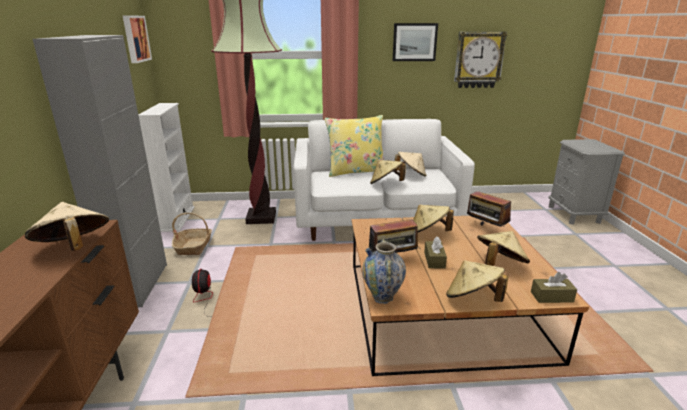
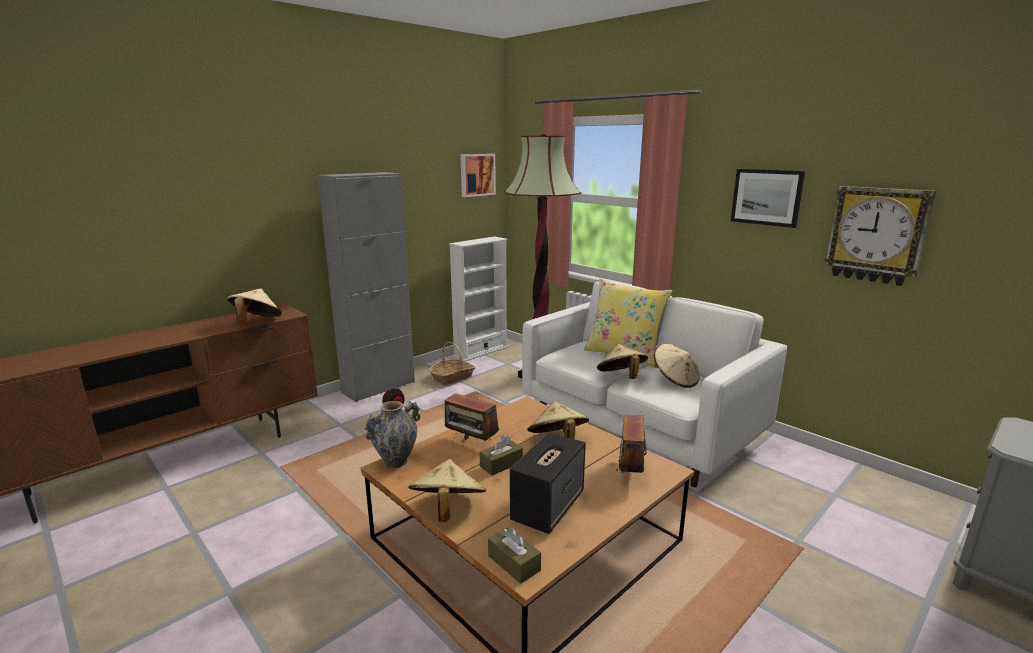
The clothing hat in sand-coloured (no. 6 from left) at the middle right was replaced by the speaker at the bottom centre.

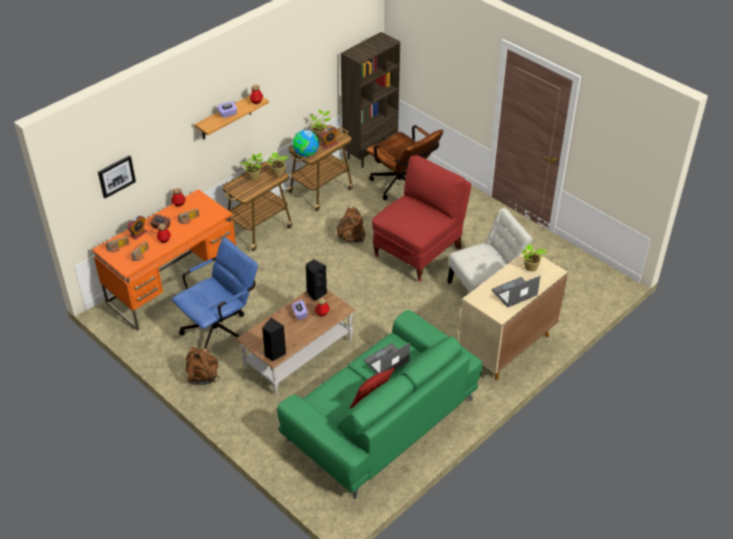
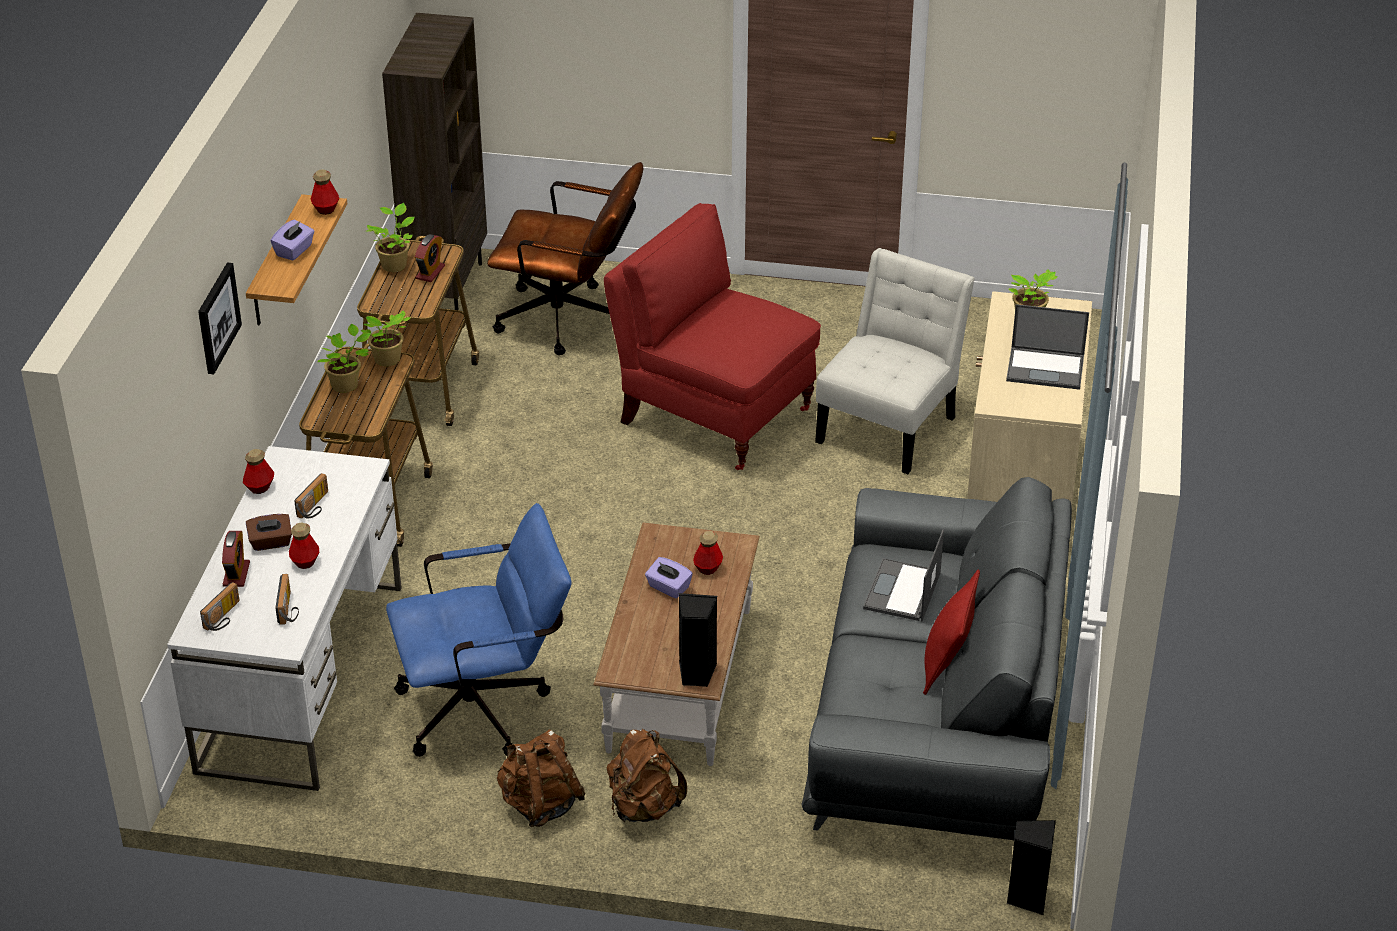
The globe at the top centre disappeared. The picture moved from the top left to the middle left. The speaker in black-coloured (no. 2 from left) moved from the centre to the bottom right. The backpack in brownish (no. 2 from left) moved from the centre to the bottom centre. The desk unit in orangey at the middle left became the desk unit in whitish at the middle left. The couch in green at the bottom centre became the couch in greyish at the bottom right. The office chair in blue-coloured at the middle left turned 60 degrees clockwise. The chair in reddish at the centre turned 60 degrees counterclockwise. The portable computer (no. 2 from left) at the middle right turned 105 degrees counterclockwise.

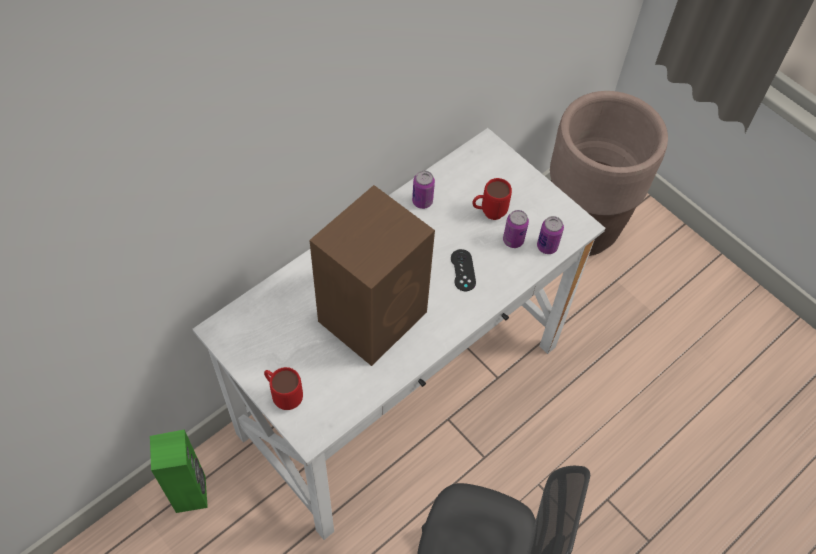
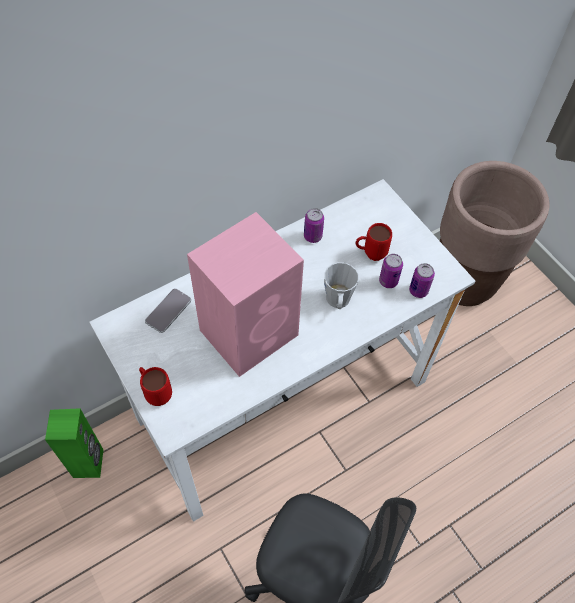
The handset at the middle left appeared. The joypad in black-coloured at the centre was replaced by the coffee mug in greyish at the centre. The speaker in brownish at the centre became the speaker in pinkish at the centre.

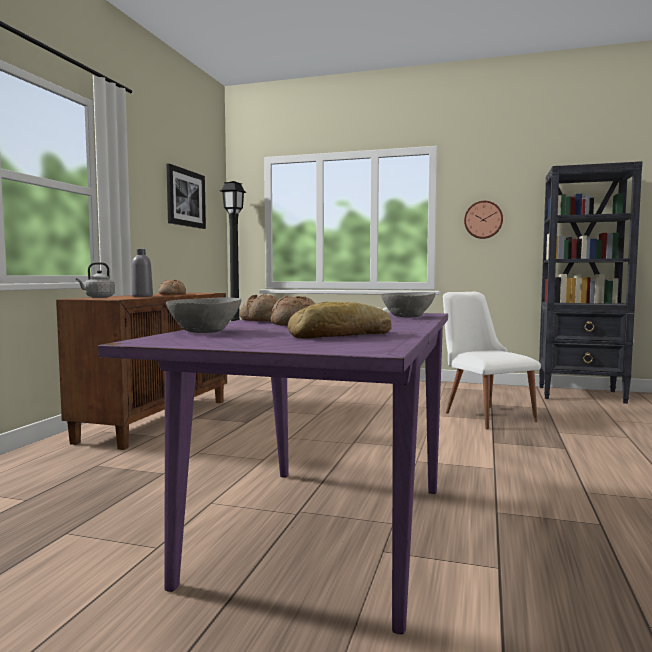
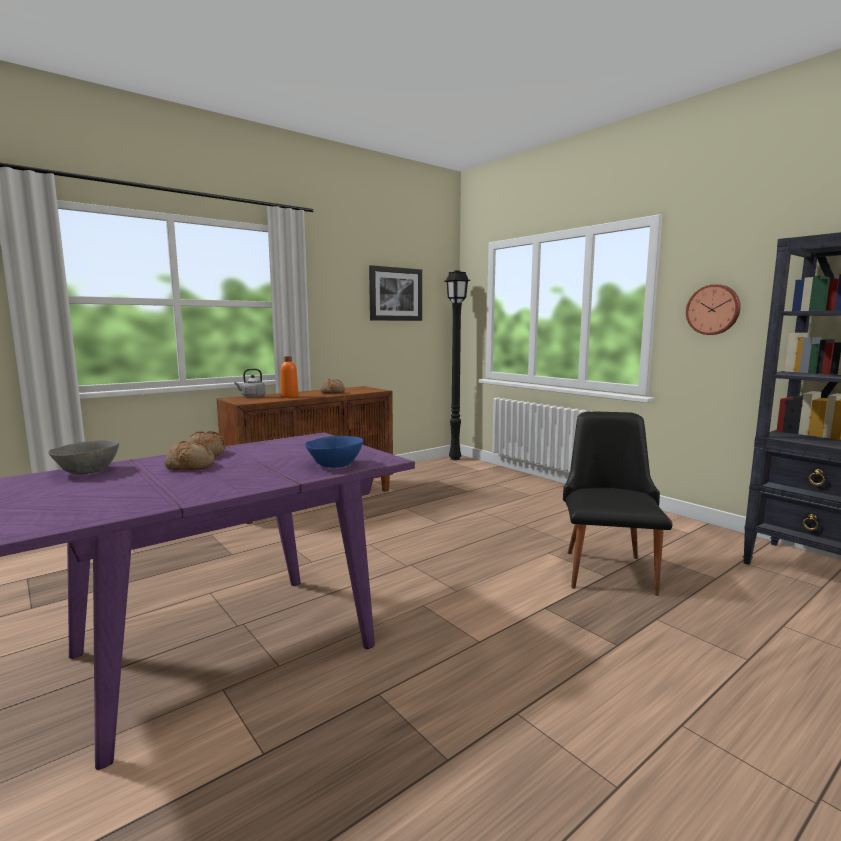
The bakery bread (no. 4 from left) at the centre disappeared. The drink bottle in greyish at the middle left became the drink bottle in orangey at the centre. The bowl in greyish (no. 2 from left) at the centre became the bowl in blue-coloured at the centre. The chair in whitish at the middle right became the chair in black-coloured at the middle right.

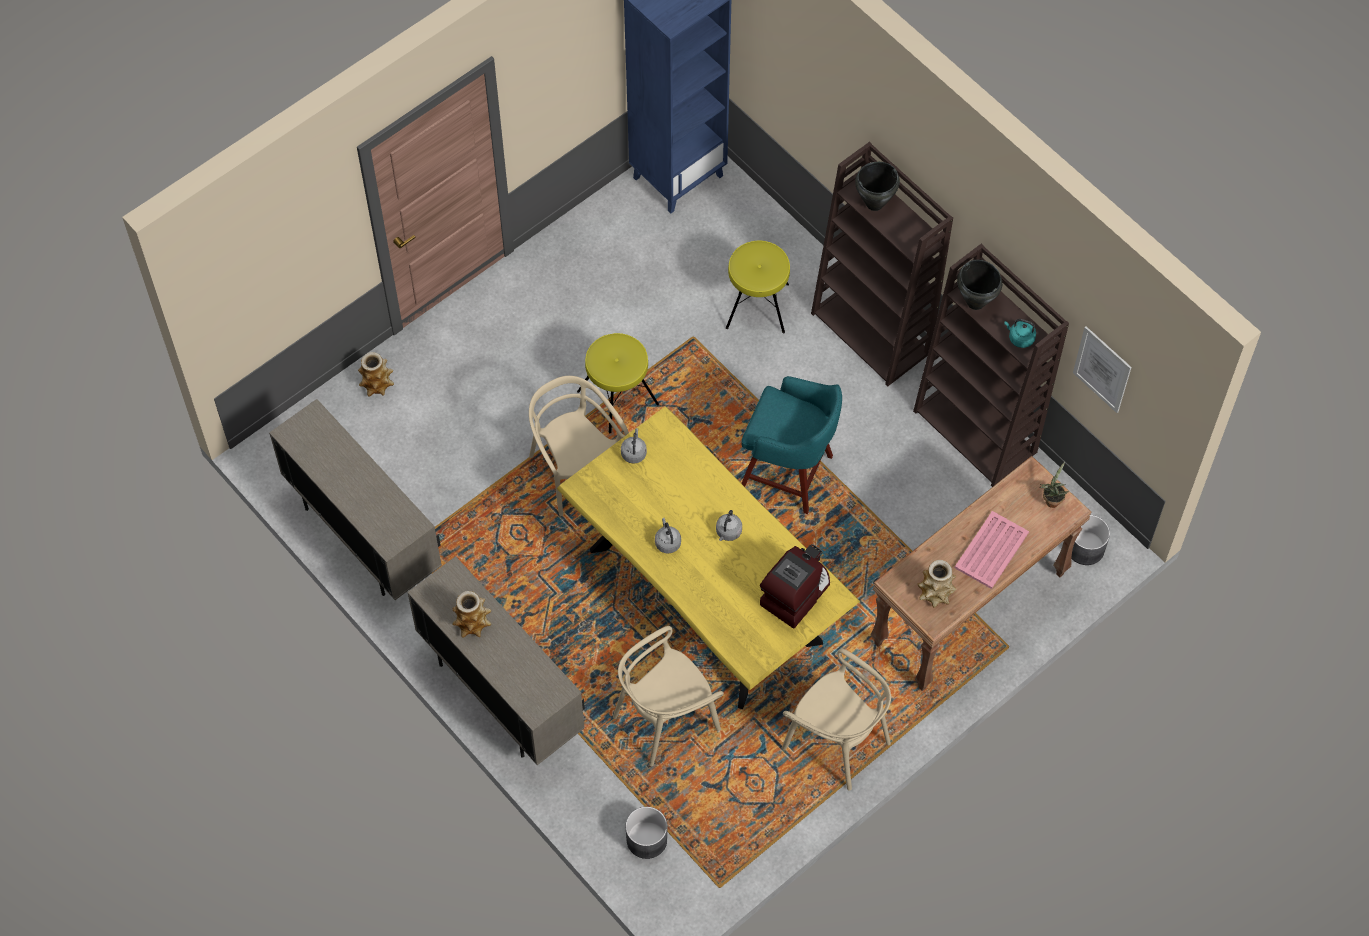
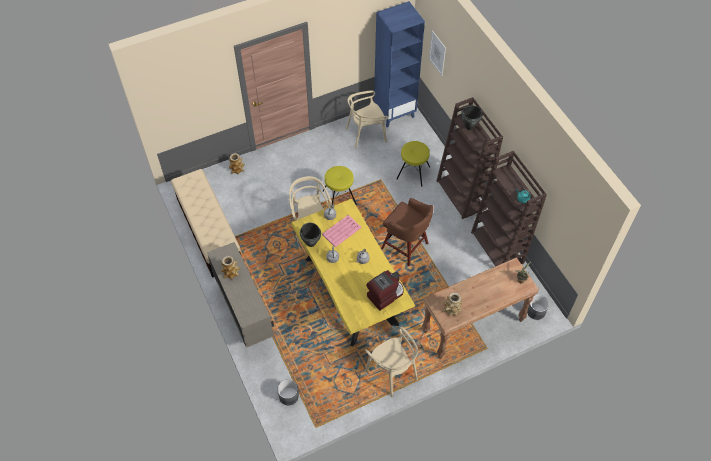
The chair in sand-coloured (no. 2 from left) moved from the bottom centre to the top centre. The carrying tray in pinkish moved from the middle right to the centre. The cooking pot in black-coloured (no. 2 from left in the first image) moved from the top right to the centre. The picture moved from the middle right to the top centre. The cupboard in sand-coloured (no. 1 from left) at the middle left was replaced by the bench in sand-coloured at the middle left. The stool in blue-green at the centre became the stool in brownish at the centre.

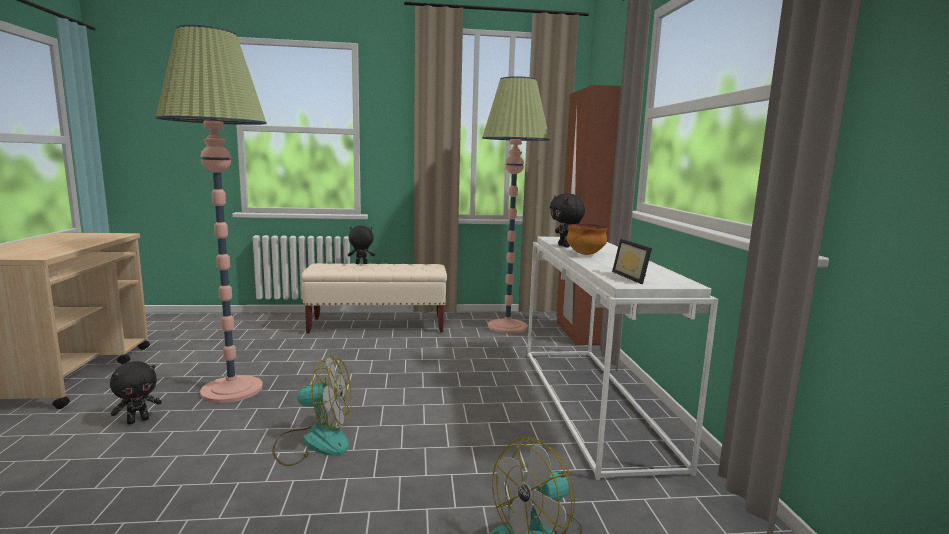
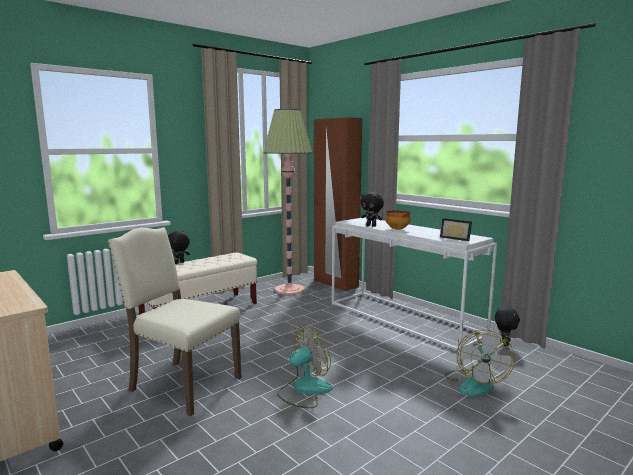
The soft toy in black-coloured (no. 1 from left in the first image) moved from the bottom left to the bottom right. The standing lamp (no. 1 from left) at the middle left was replaced by the chair in sand-coloured at the bottom left.

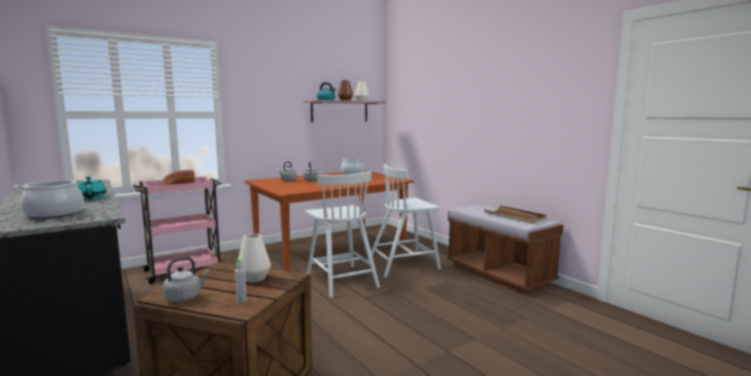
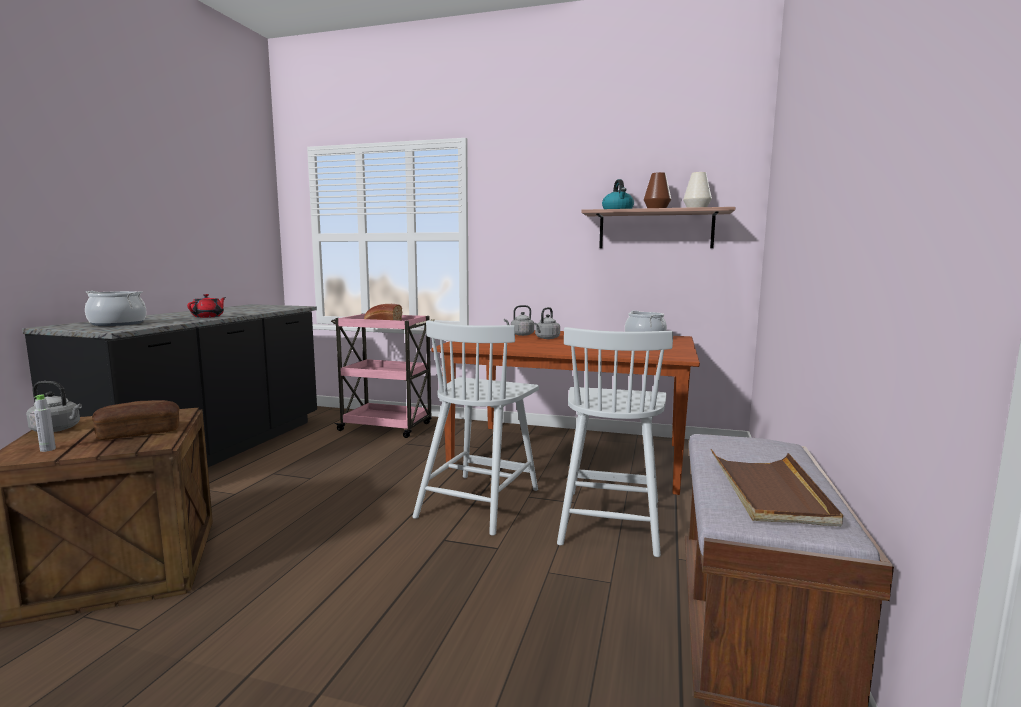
The flower vase in whitish (no. 1 from left) at the bottom centre was replaced by the bakery bread (no. 1 from left) at the middle left. The tea pot in blue-green at the middle left became the tea pot in reddish at the middle left. The chair in whitish (no. 2 from left) at the centre turned 105 degrees counterclockwise.

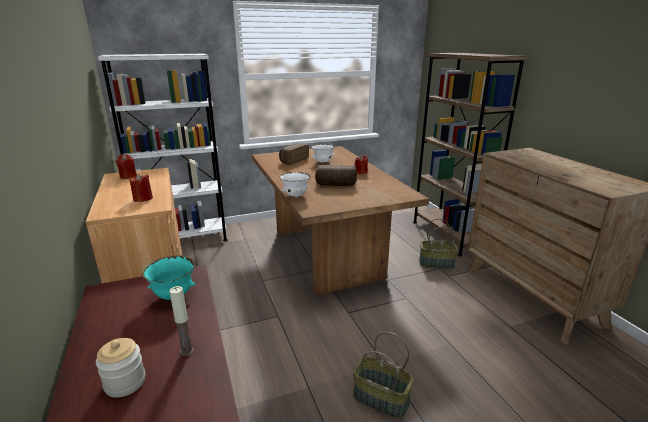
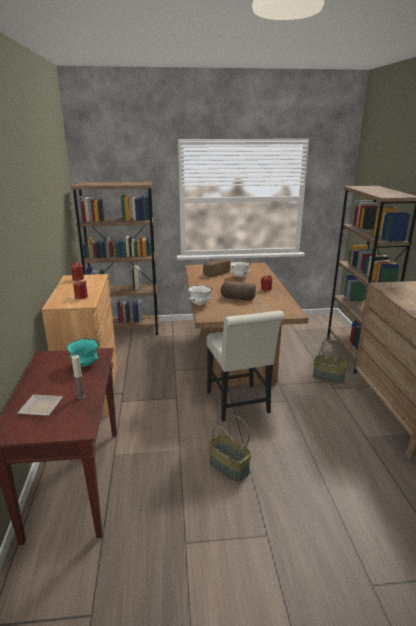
The chair in whitish at the centre appeared. The preserve jar at the bottom left was replaced by the plate at the middle left. The bookshelf in whitish at the middle left became the bookshelf in brownish (no. 1 from left) at the middle left.

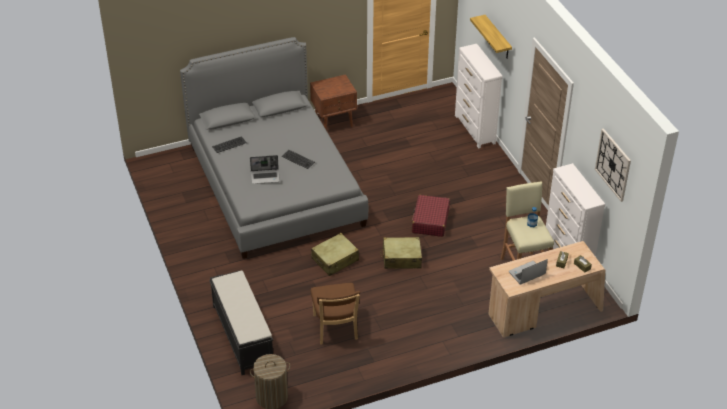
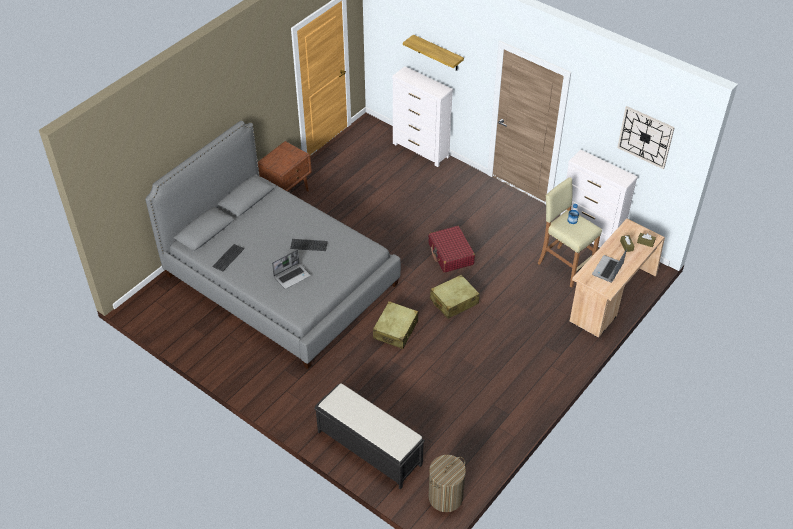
The chair in brownish at the bottom centre disappeared.

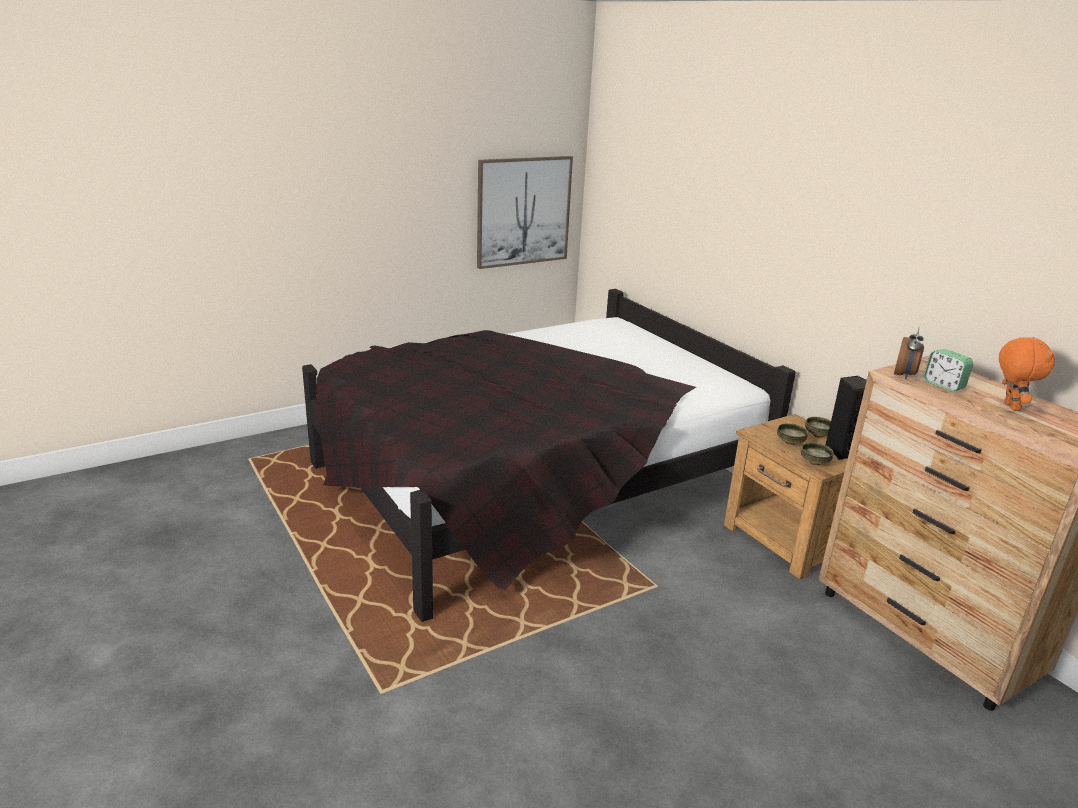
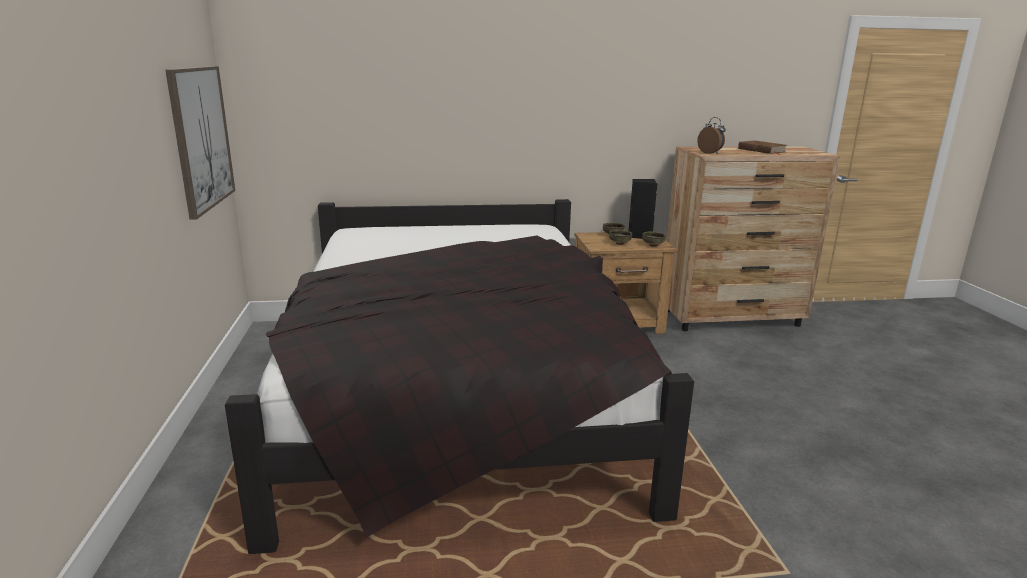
The alarm clock (no. 2 from left) at the middle right disappeared. The soft toy in orangey at the middle right was replaced by the bound book in brownish at the top right.

